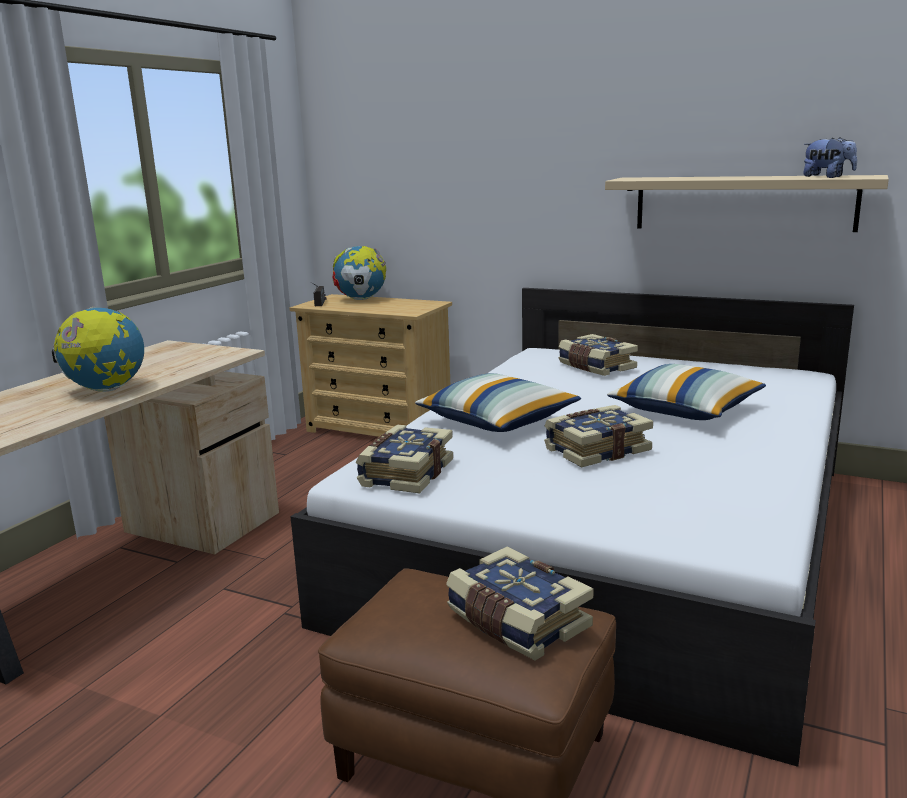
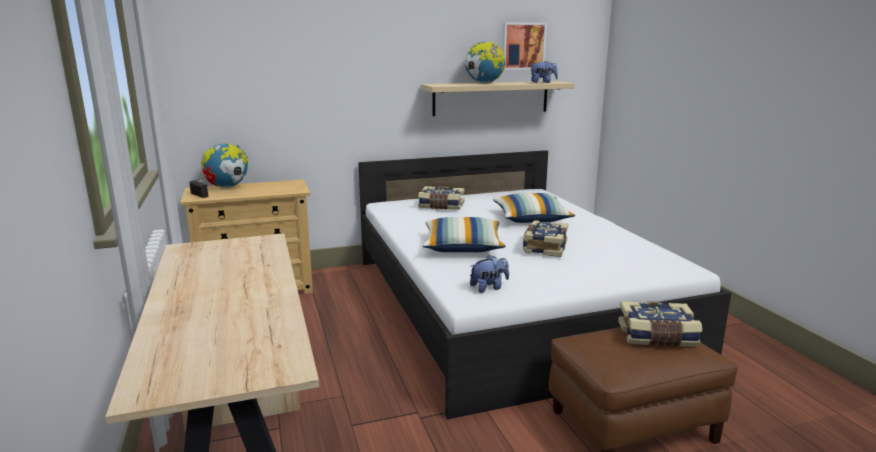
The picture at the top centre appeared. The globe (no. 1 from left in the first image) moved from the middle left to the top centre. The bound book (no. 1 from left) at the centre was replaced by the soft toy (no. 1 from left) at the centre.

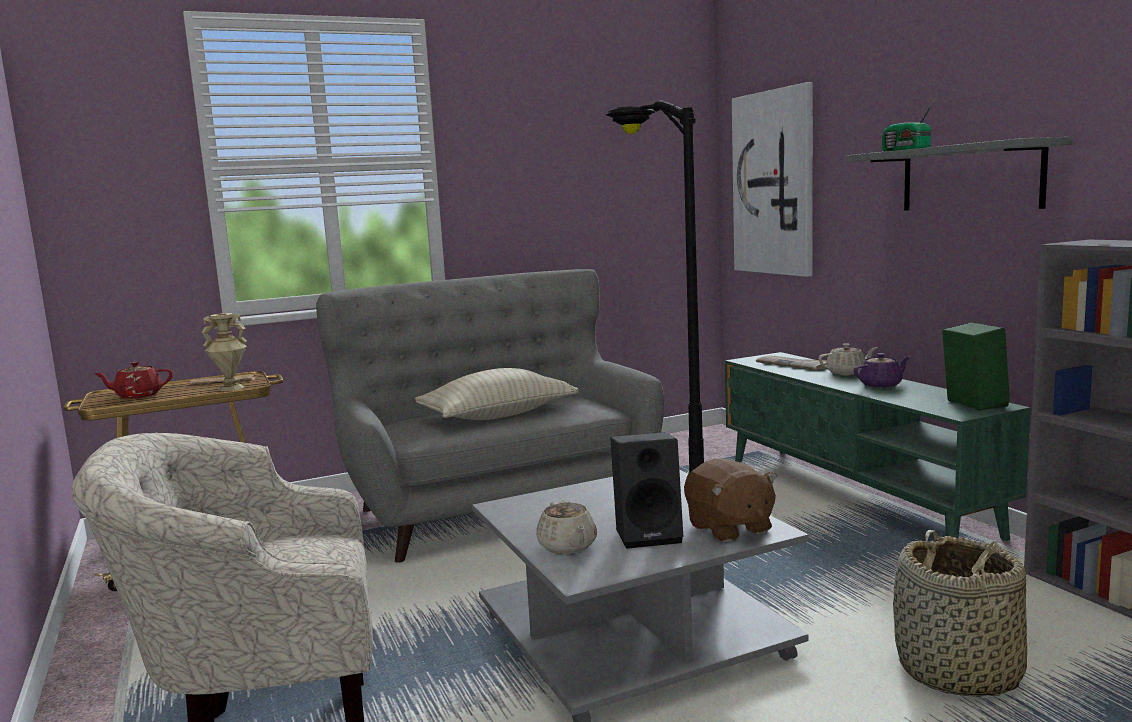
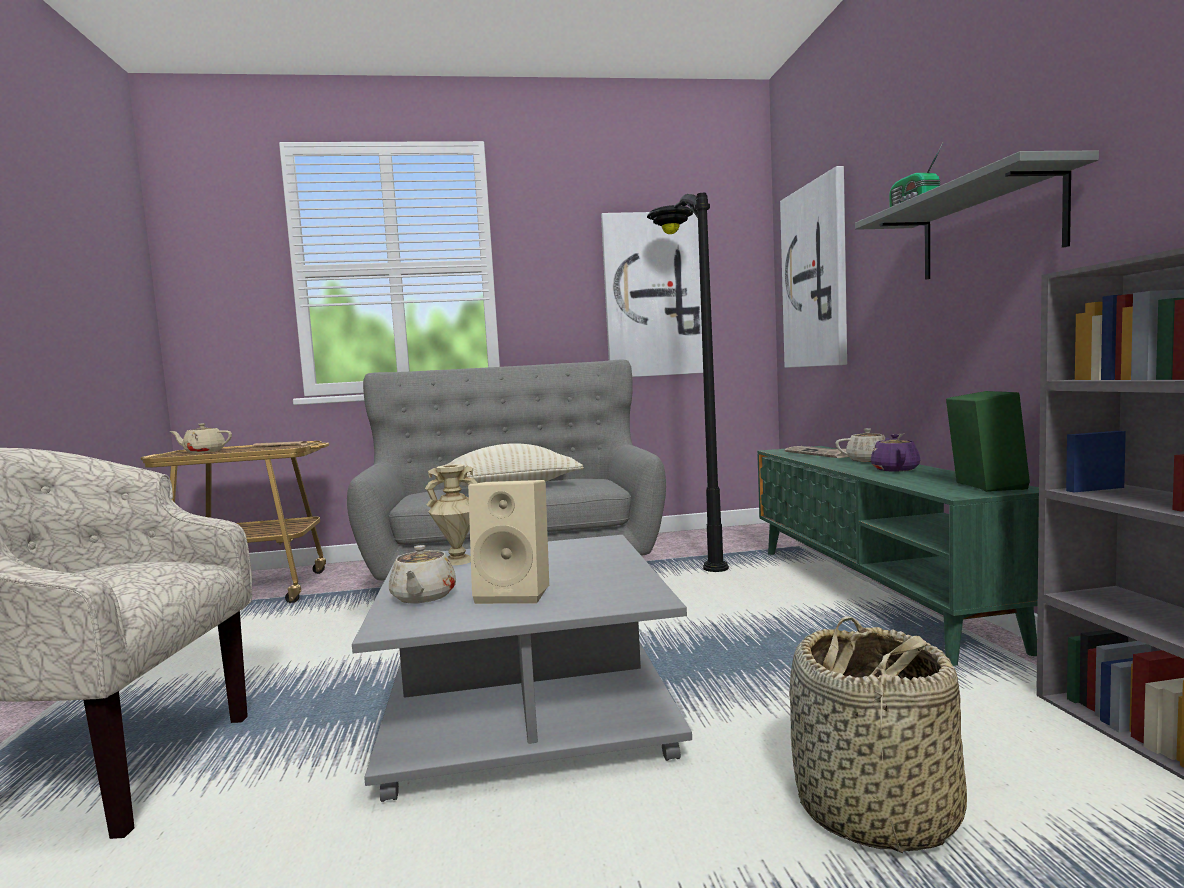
The soft toy in brownish at the bottom centre disappeared. The picture (no. 1 from left) at the top centre appeared. The flower vase in sand-coloured moved from the middle left to the centre. The tea pot in reddish at the middle left became the tea pot in sand-coloured (no. 1 from left) at the middle left. The speaker in black-coloured at the bottom centre became the speaker in sand-coloured at the centre. The tea pot in purplish at the middle right turned 75 degrees counterclockwise.

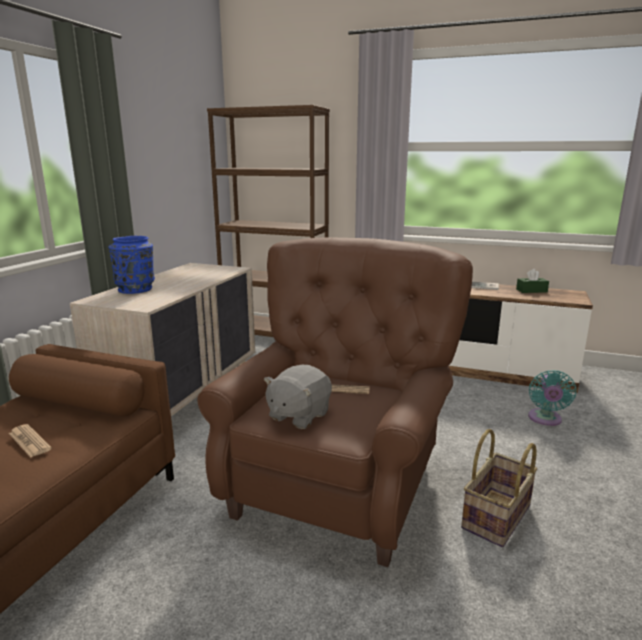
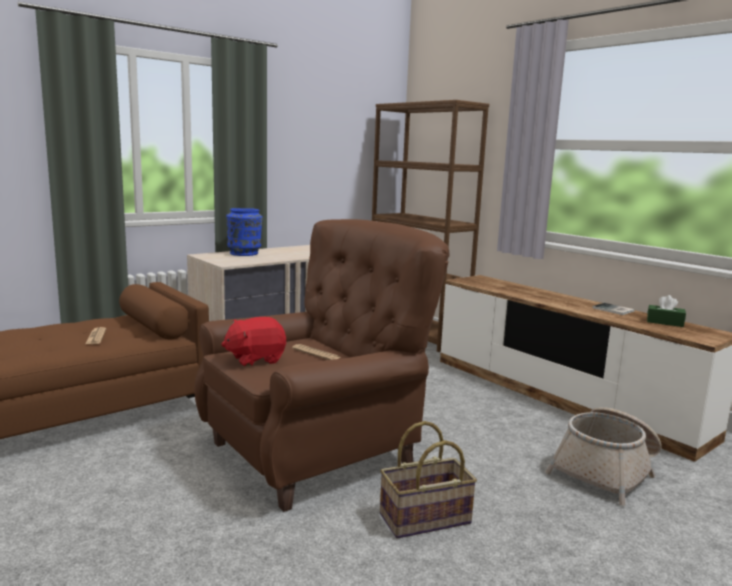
The electric fan in blue-green at the middle right was replaced by the basket (no. 2 from left) at the bottom right. The soft toy in greyish at the centre became the soft toy in reddish at the centre.

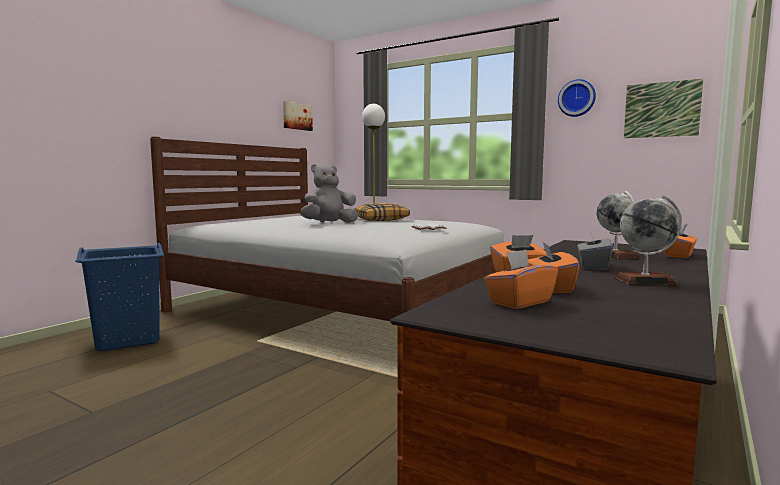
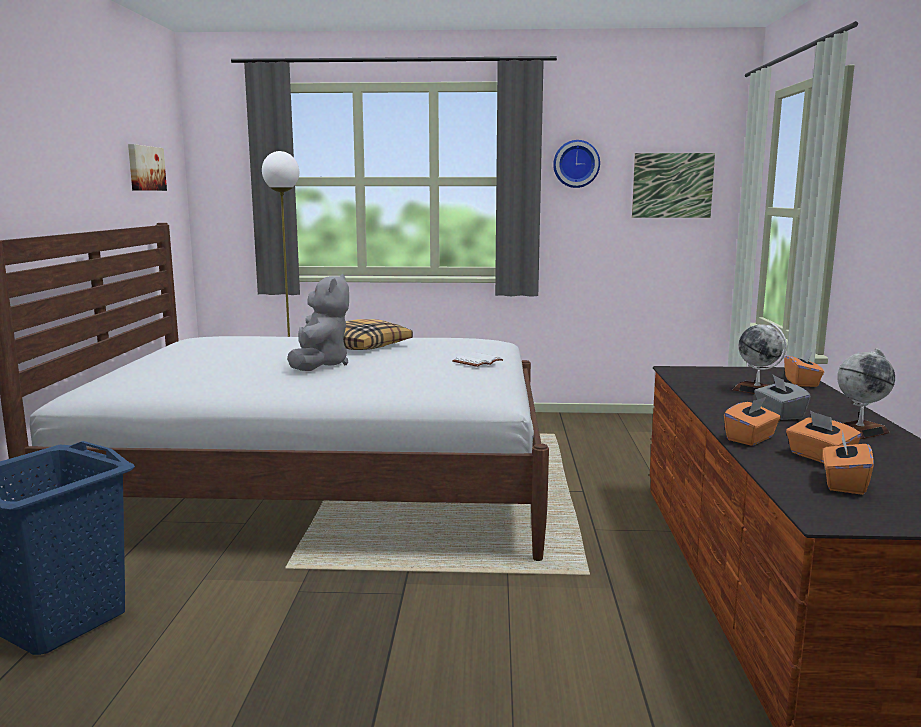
The soft toy in greyish at the centre turned 150 degrees clockwise.

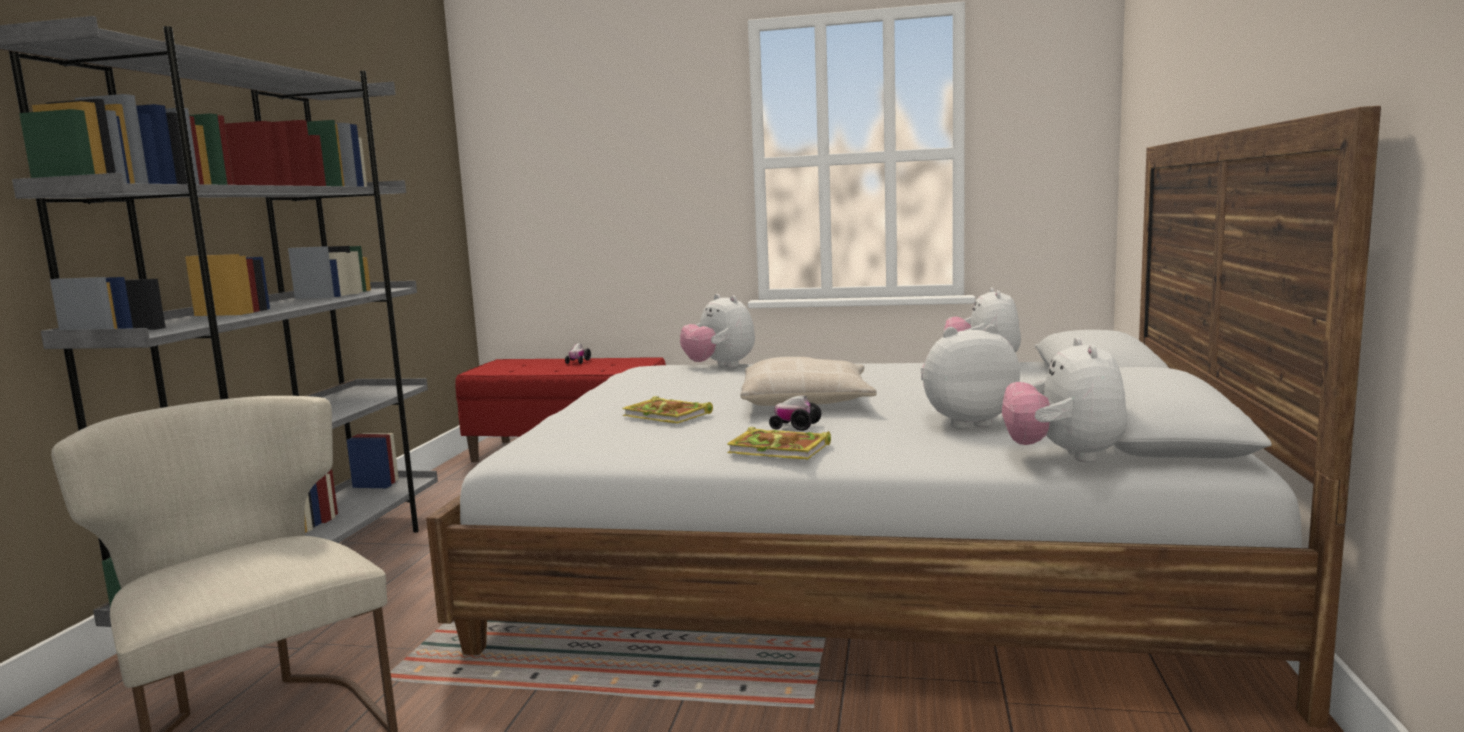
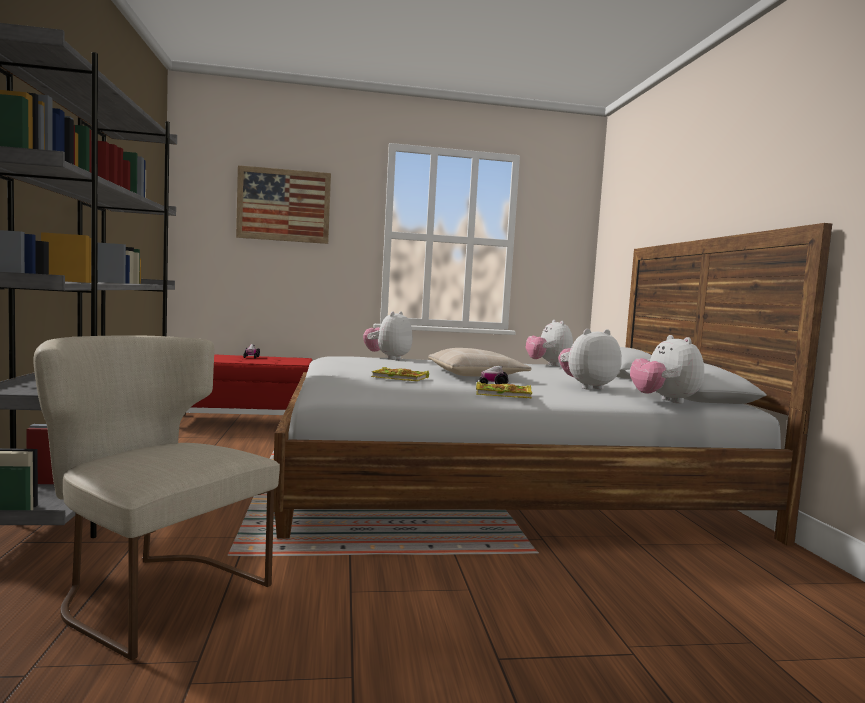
The picture at the top left appeared. The soft toy (no. 1 from left) at the centre turned 75 degrees clockwise.

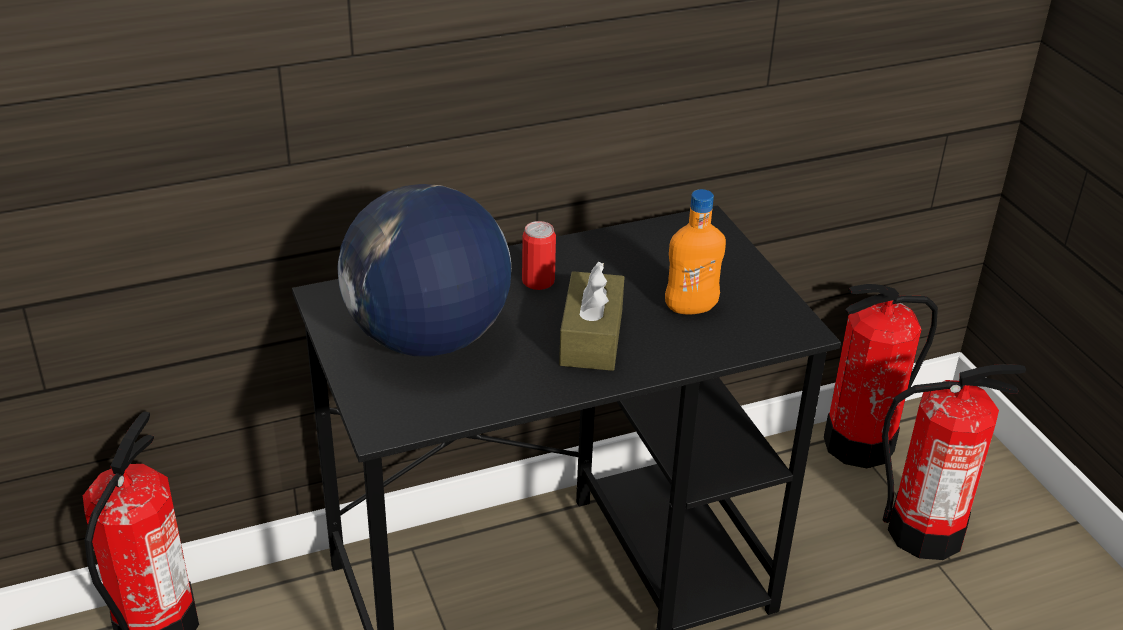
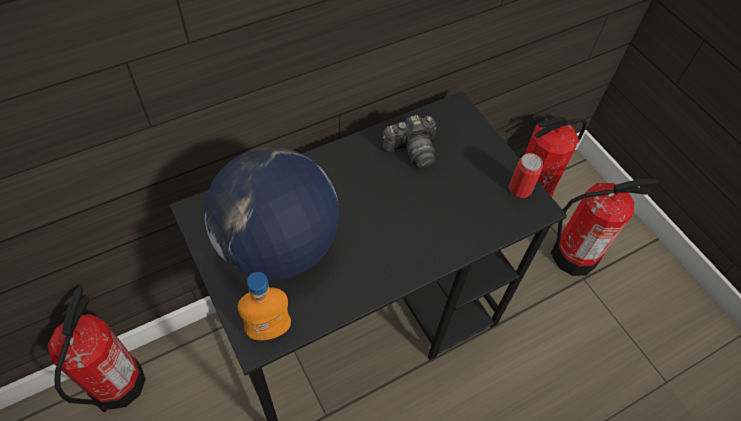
The box of tissues in brownish at the centre disappeared. The still camera at the centre appeared. The sealed can moved from the centre to the middle right. The drink bottle in orangey moved from the centre to the bottom centre.

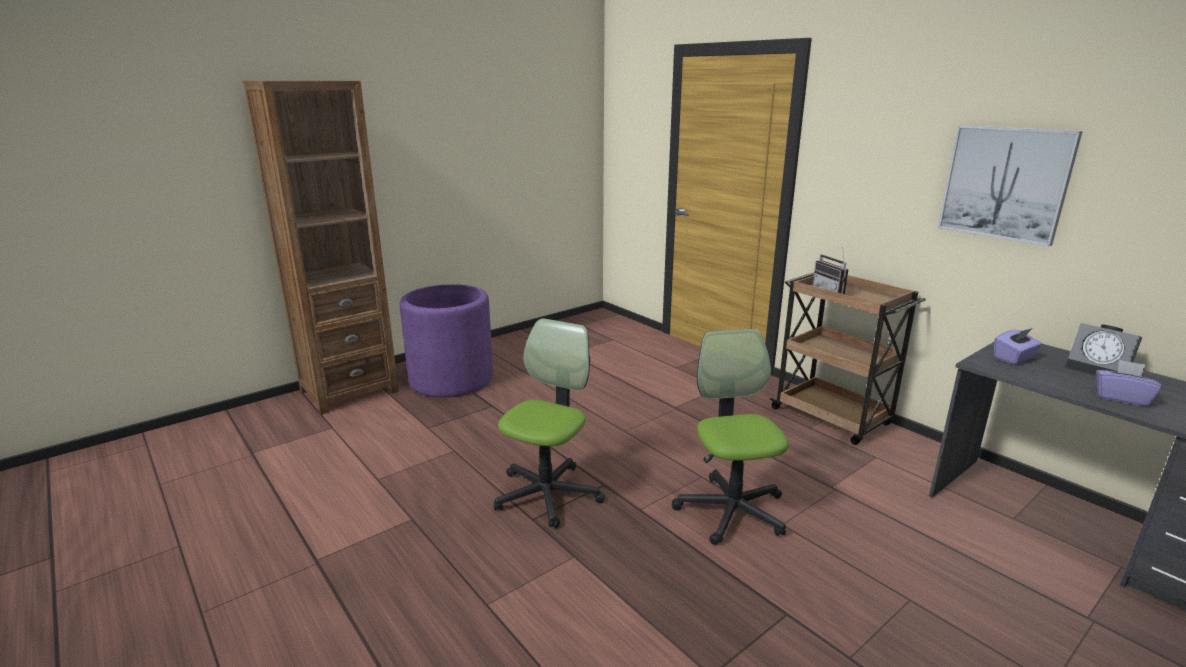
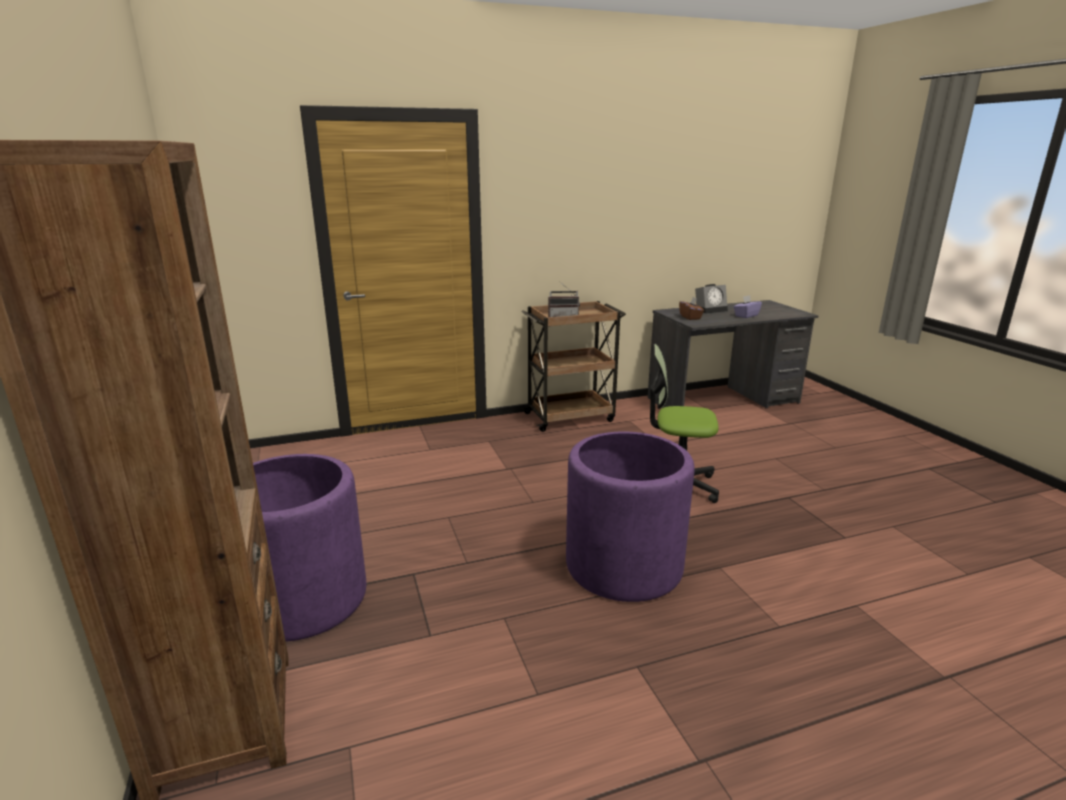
The picture at the top right disappeared. The office chair (no. 1 from left) at the centre was replaced by the planter in purplish (no. 2 from left) at the centre. The box of tissues in purplish (no. 1 from left) at the middle right became the box of tissues in brownish at the centre.

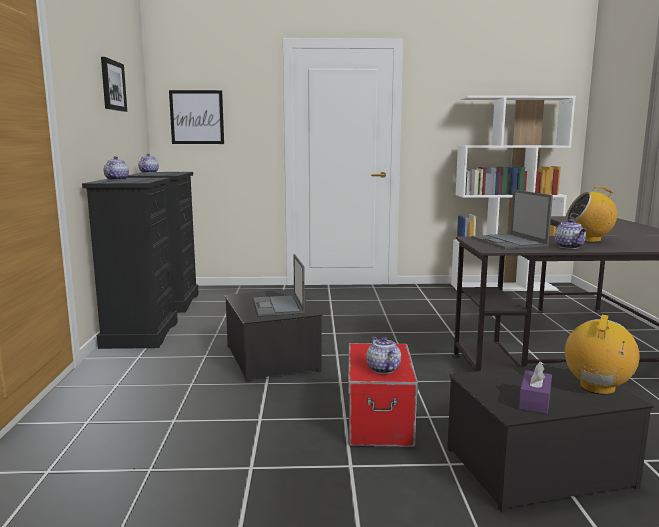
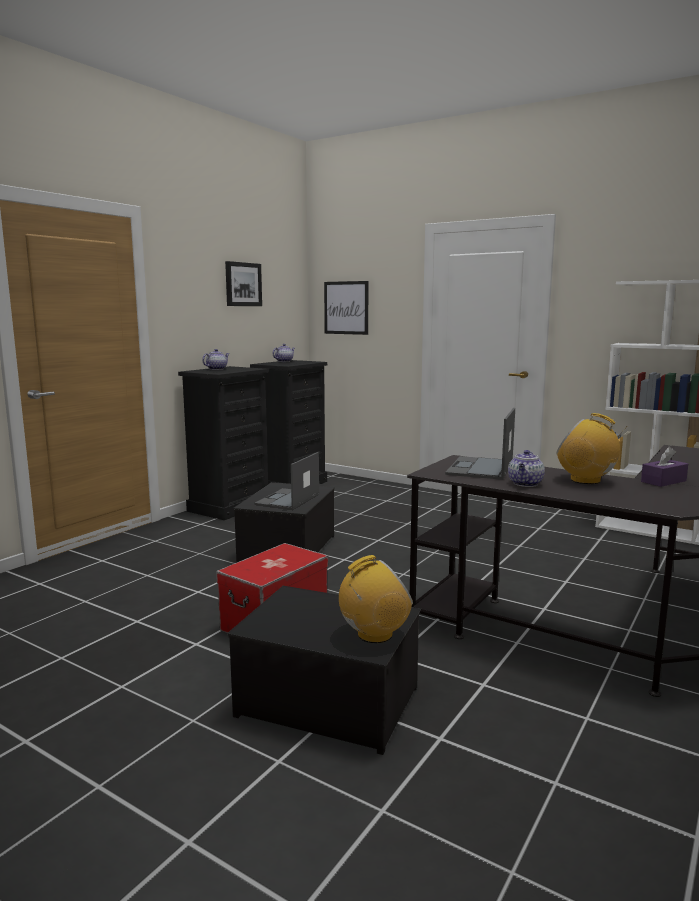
The tea pot (no. 3 from left) at the bottom centre disappeared. The box of tissues in purplish moved from the bottom right to the middle right.

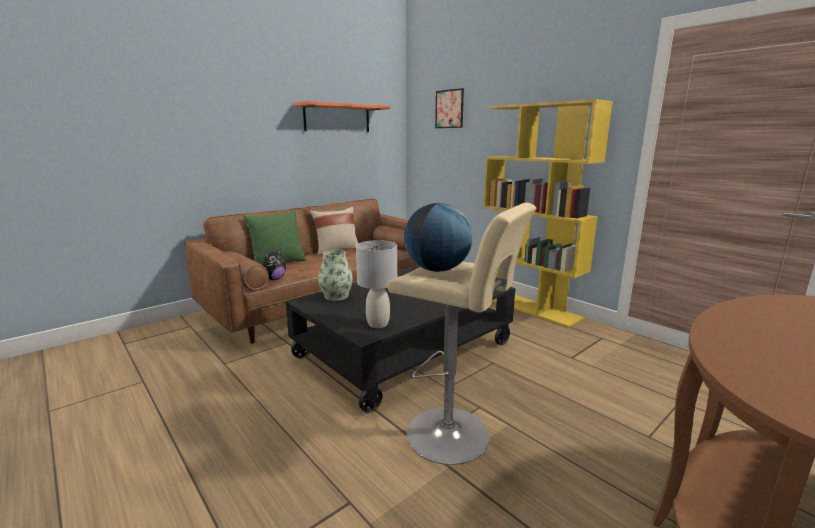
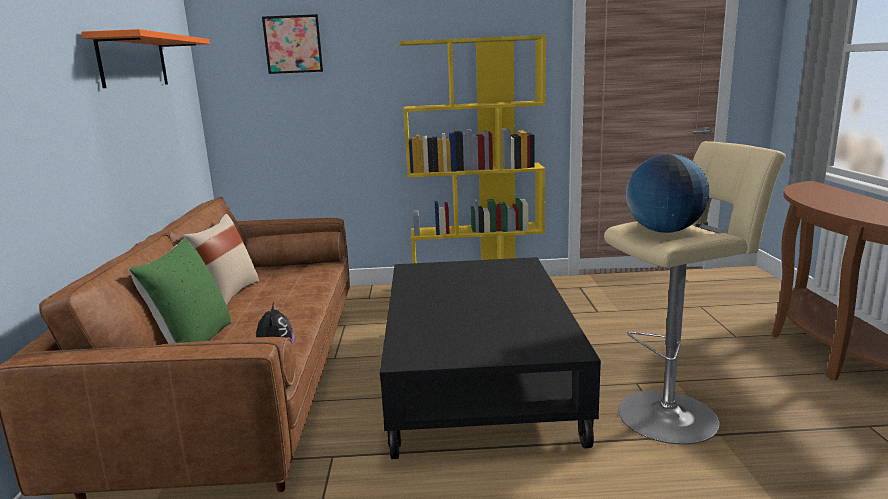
The flower vase at the centre disappeared. The lamp for a table in greyish at the centre disappeared.

